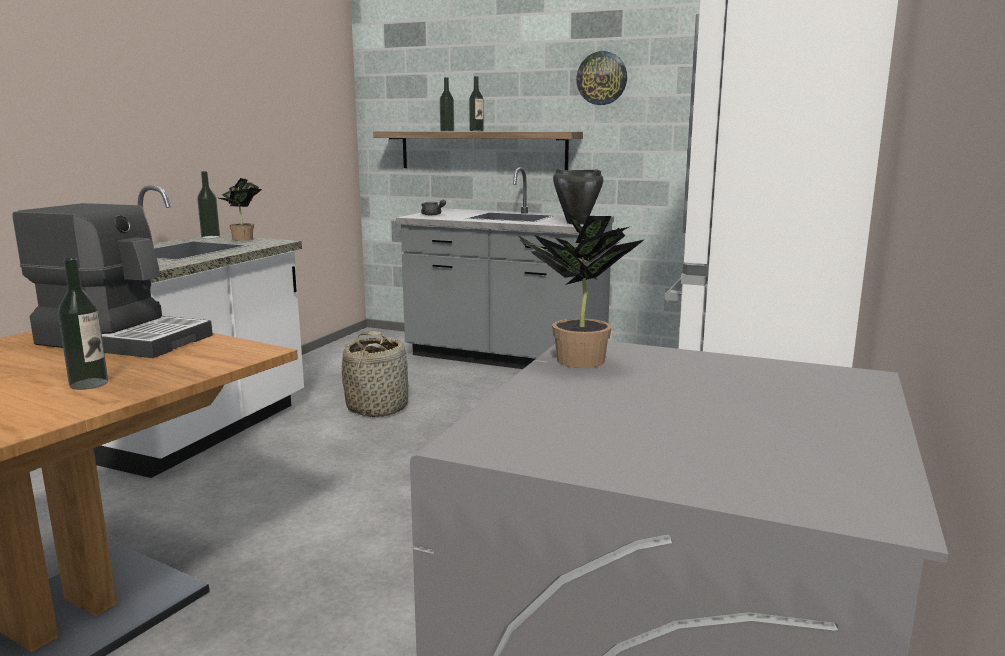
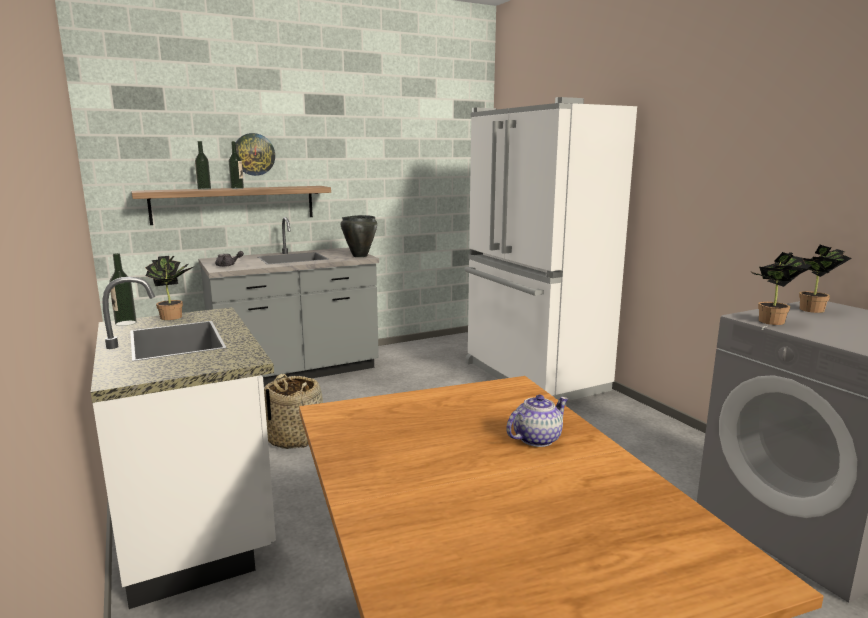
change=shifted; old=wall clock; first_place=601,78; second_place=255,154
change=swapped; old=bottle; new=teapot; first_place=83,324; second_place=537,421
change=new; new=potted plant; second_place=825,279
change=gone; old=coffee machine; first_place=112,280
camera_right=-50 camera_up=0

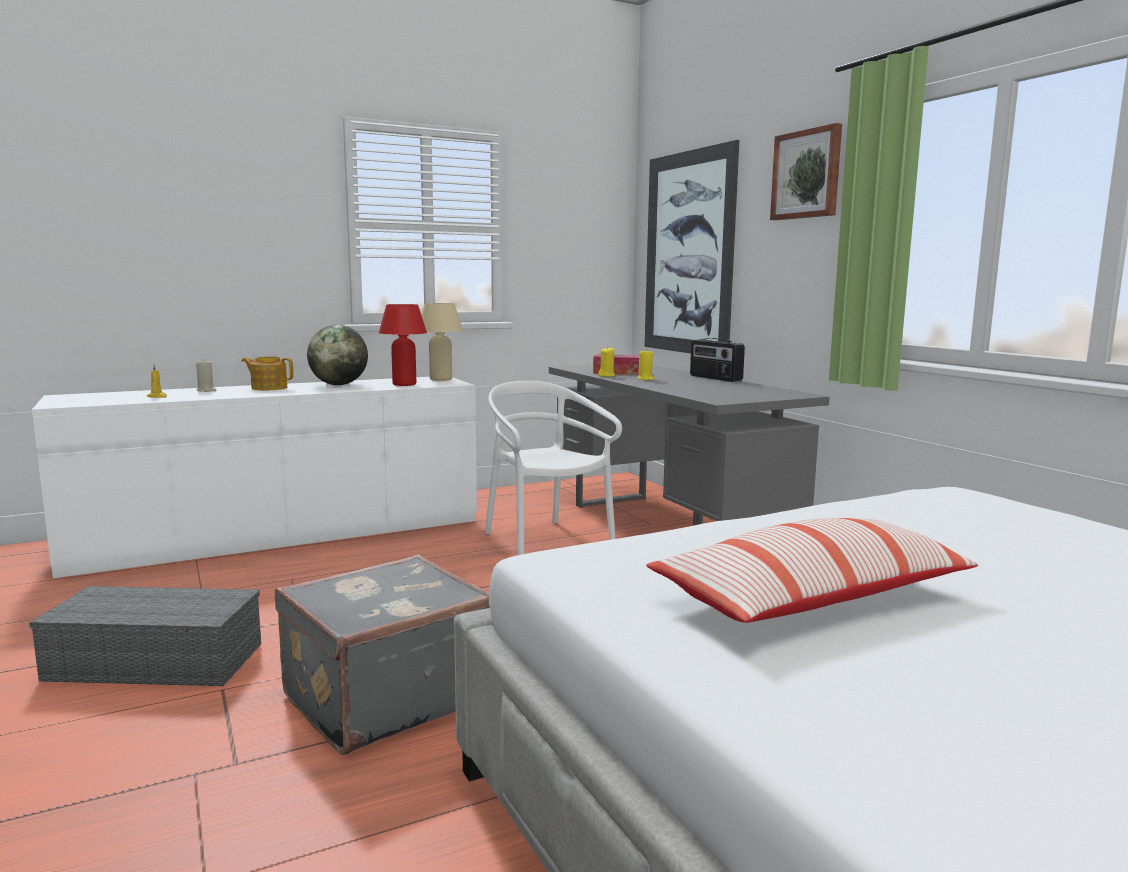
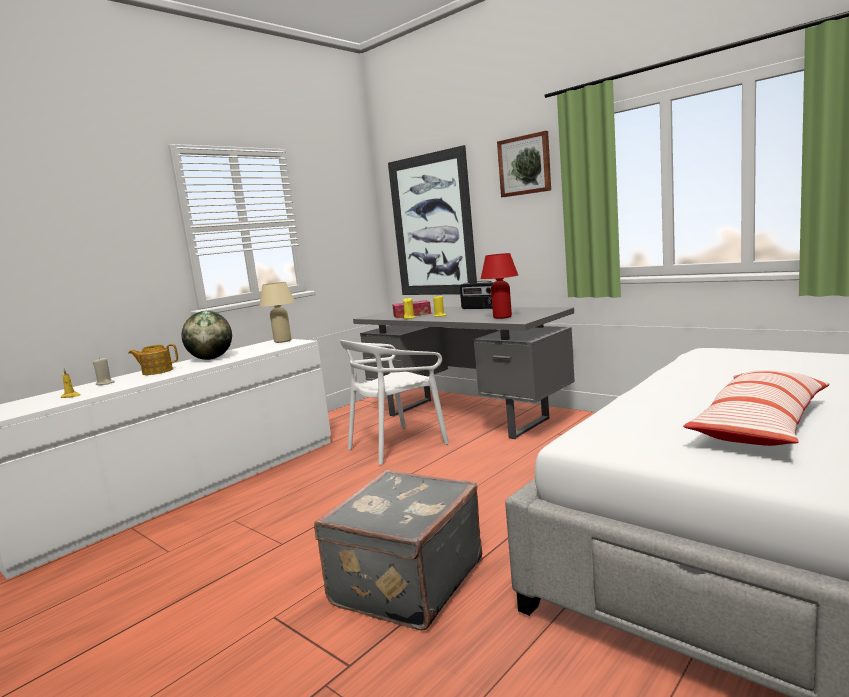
change=rotated; old=white chair; first_place=553,468; second_place=394,402; degrees=-75
change=shifted; old=red table lamp; first_place=403,345; second_place=499,286
change=gone; old=grey storage box; first_place=145,636
camera_right=-20 camera_up=0

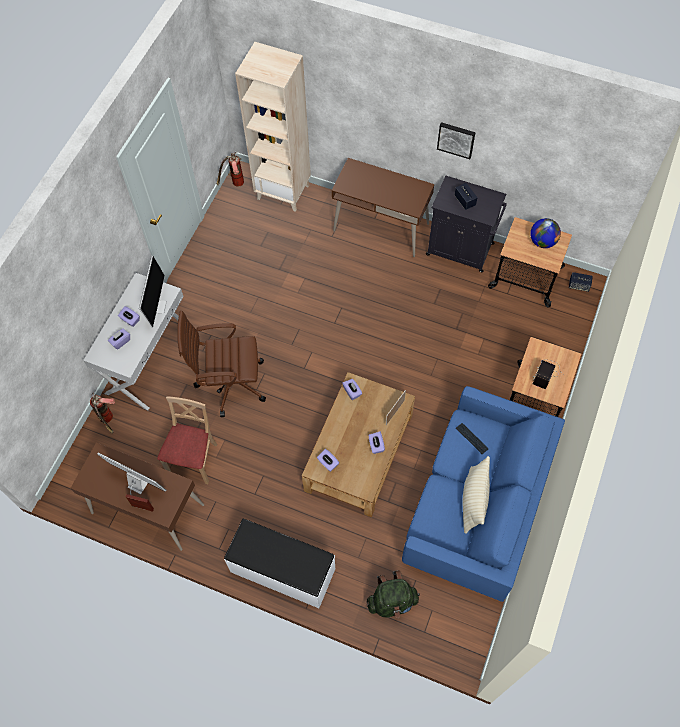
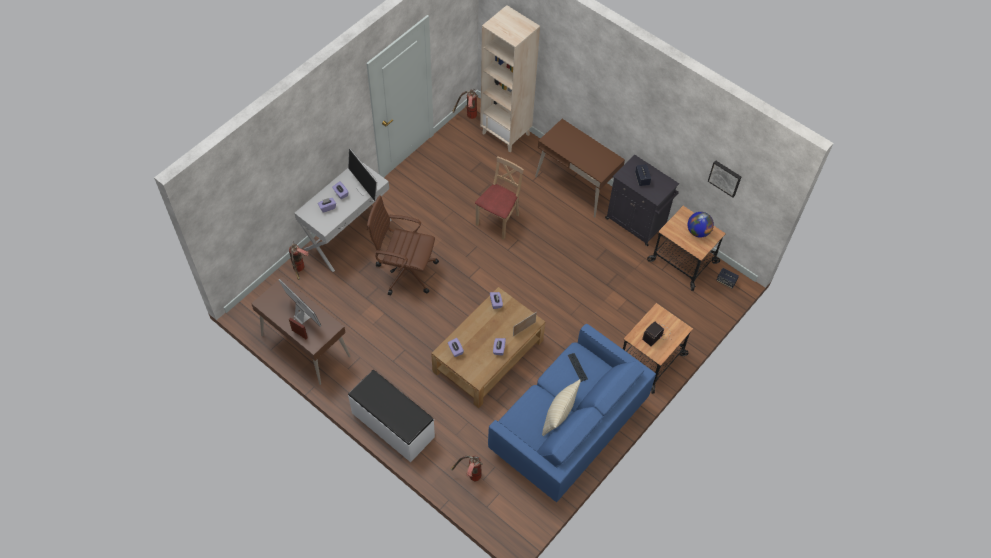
change=rotated; old=monitor; first_place=153,291; second_place=362,174; degrees=120
change=swapped; old=green backpack; new=fire extinguisher; first_place=393,594; second_place=466,468
change=shifted; old=beige chair; first_place=187,440; second_place=499,198
change=shifted; old=picture; first_place=456,140; second_place=724,178
camera_right=15 camera_up=-5

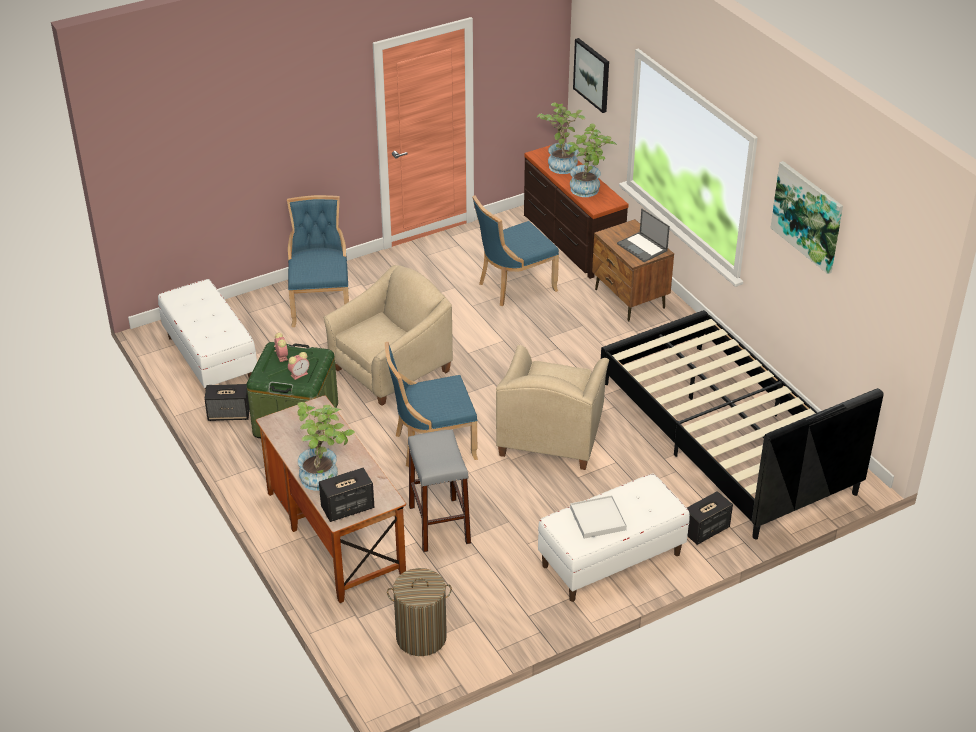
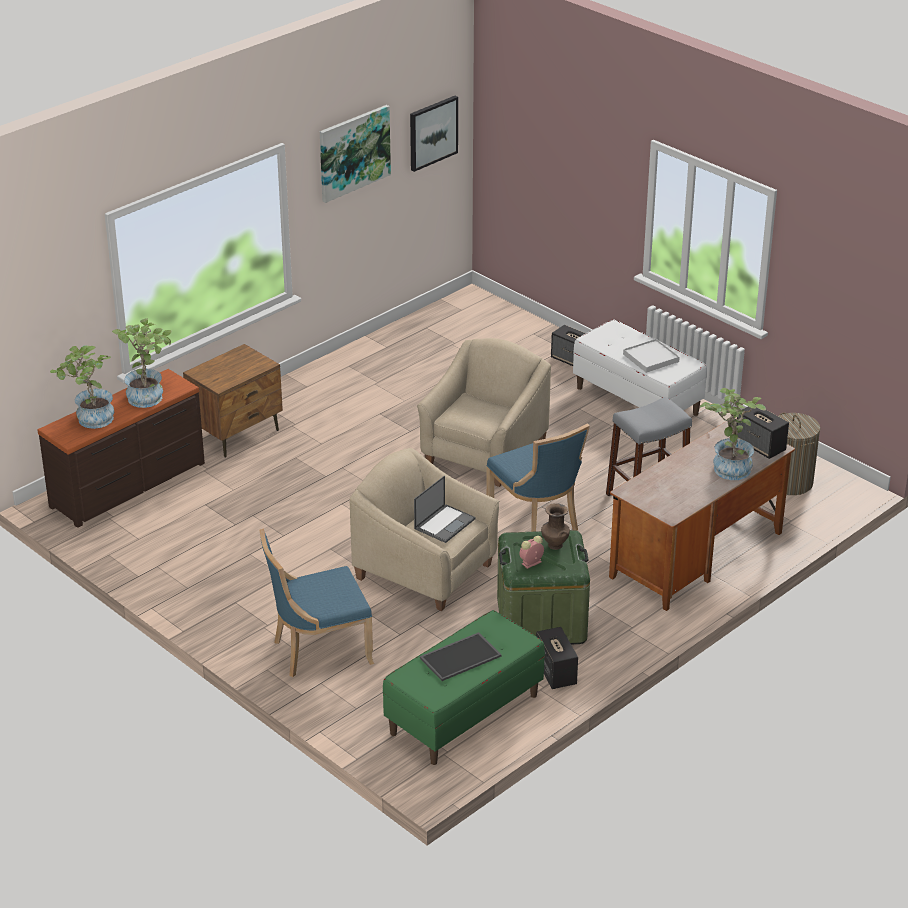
change=repainted; old=white bench; new=green bench; first_place=207,334; second_place=464,687
change=shifted; old=picture; first_place=591,75; second_place=434,134
change=shifted; old=laptop; first_place=643,235; second_place=445,509
change=rotated; old=beige armchair; first_place=552,407; second_place=484,412; degrees=-60
change=new; new=tray; second_place=461,656
change=swapped; old=alarm clock; new=brown vase; first_place=298,366; second_place=555,526
change=gone; old=blue chair; first_place=515,250
change=gone; old=black bed; first_place=742,425
camera_right=-105 camera_up=-5

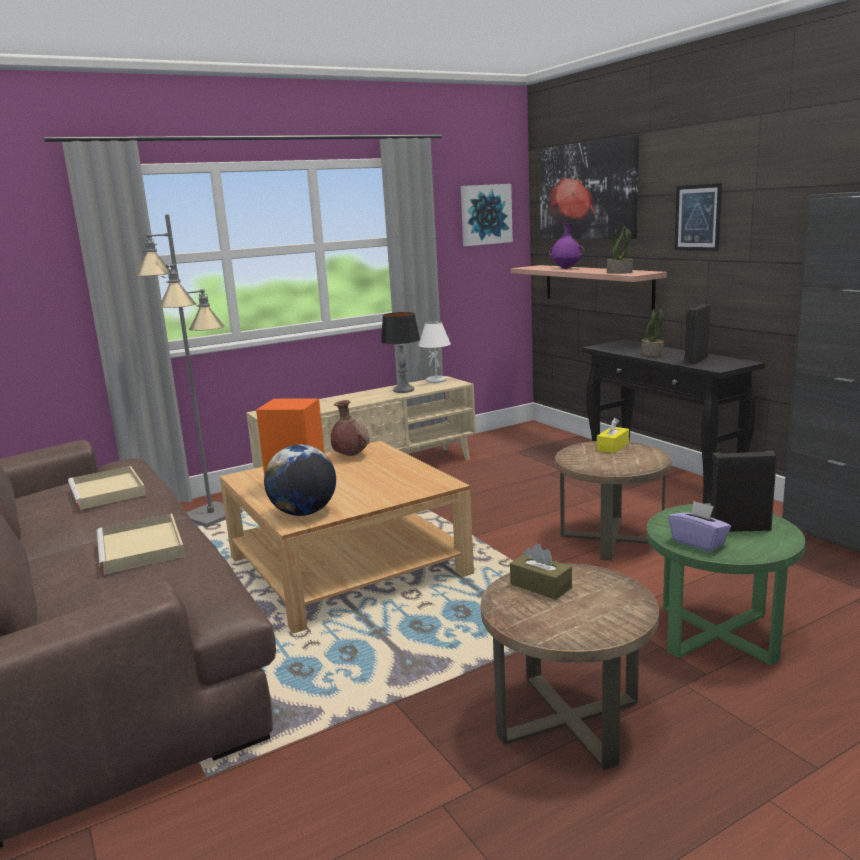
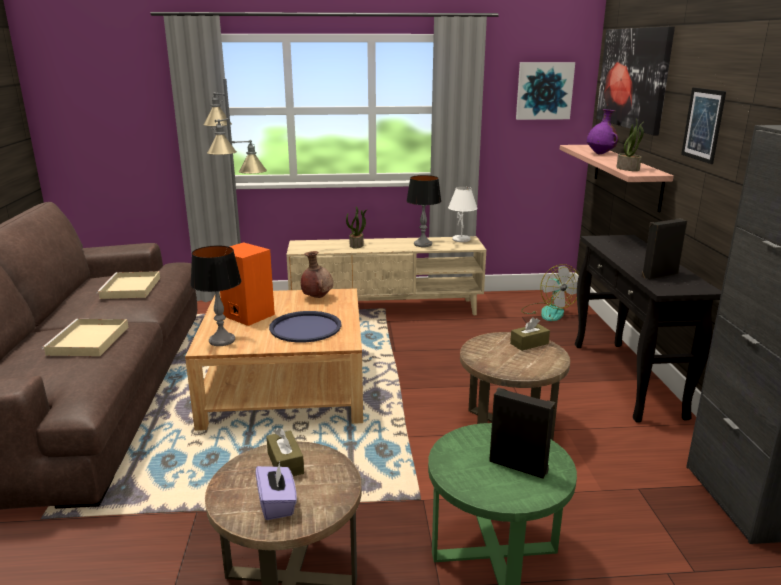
change=swapped; old=globe; new=table lamp; first_place=300,480; second_place=215,295
change=shifted; old=purple tissue box; first_place=699,526; second_place=276,491
change=new; new=blue tray; second_place=305,326
change=shifted; old=potted plant; first_place=653,330; second_place=356,227
change=repainted; old=yellow tissue box; new=brown tissue box; first_place=613,435; second_place=530,334
change=new; new=fan; second_place=550,292
camera_right=25 camera_up=5

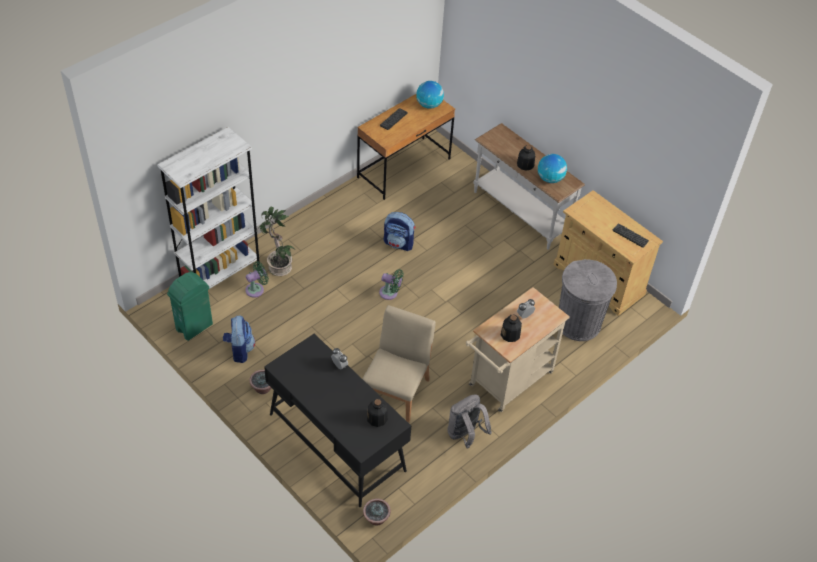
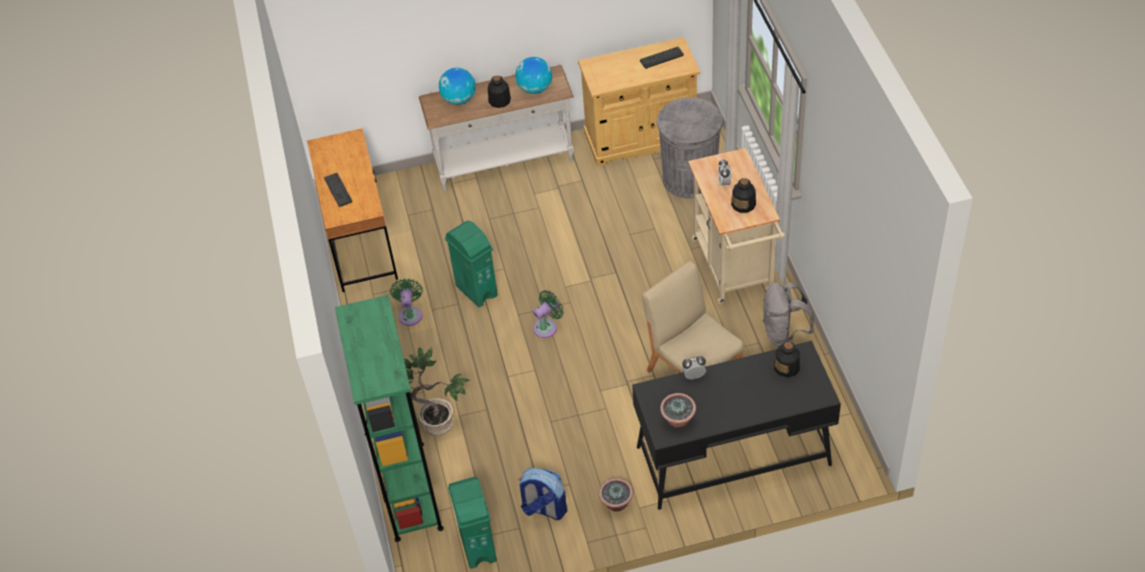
change=repainted; old=white bookcase; new=green bookcase; first_place=208,208; second_place=389,418
change=shifted; old=green fan; first_place=257,280; second_place=406,302
change=shifted; old=globe; first_place=430,95; second_place=457,86
change=swapped; old=backpack; new=green trash can; first_place=399,231; second_place=471,264
change=shifted; old=potted plant; first_place=377,512; second_place=678,410
camera_right=-55 camera_up=0

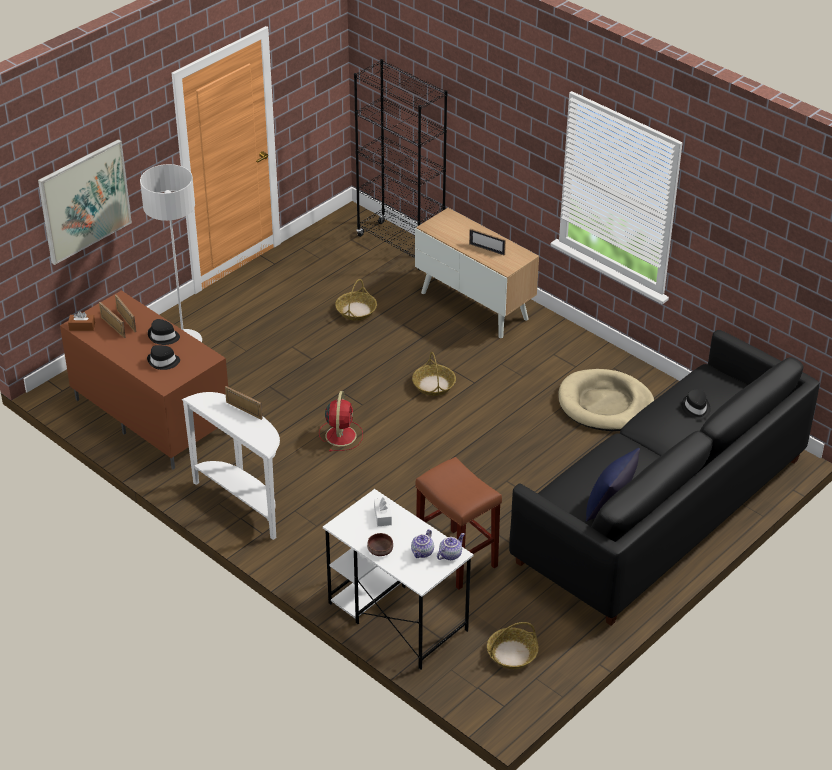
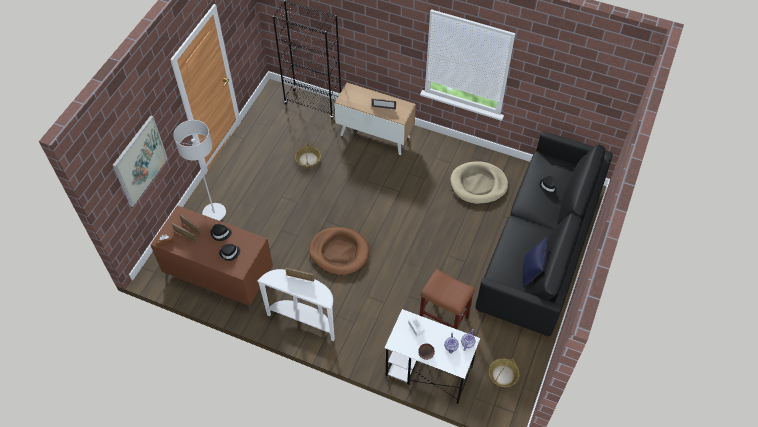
change=swapped; old=red fan; new=brown dog bed; first_place=341,421; second_place=339,251
change=gone; old=basket; first_place=434,374
camera_right=-20 camera_up=15

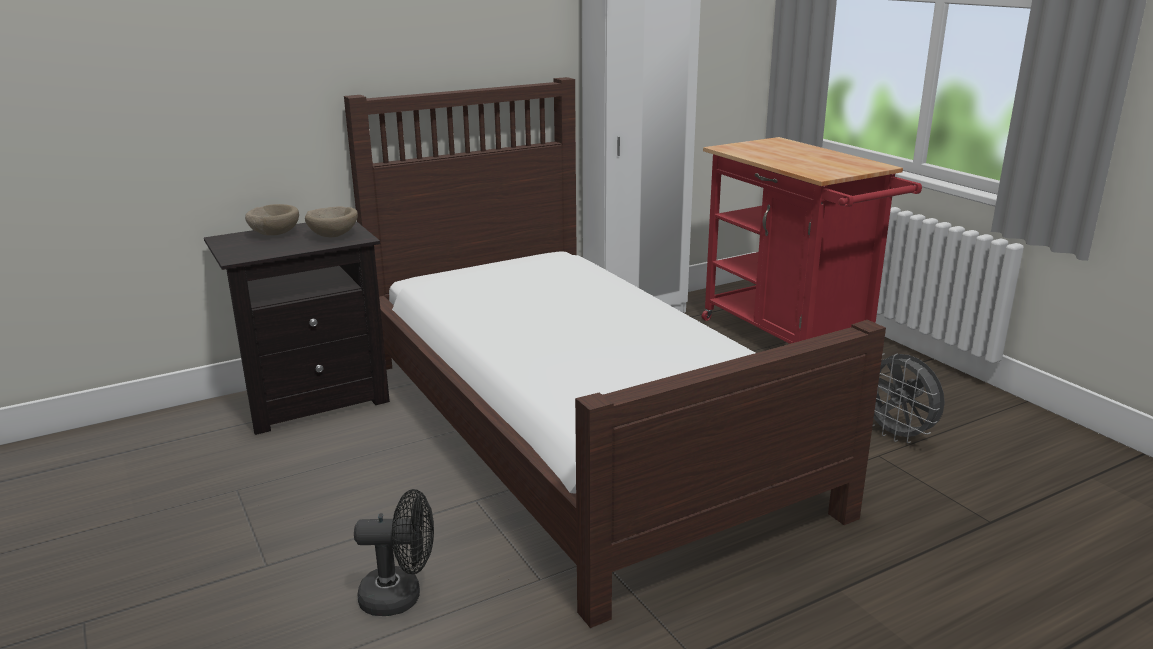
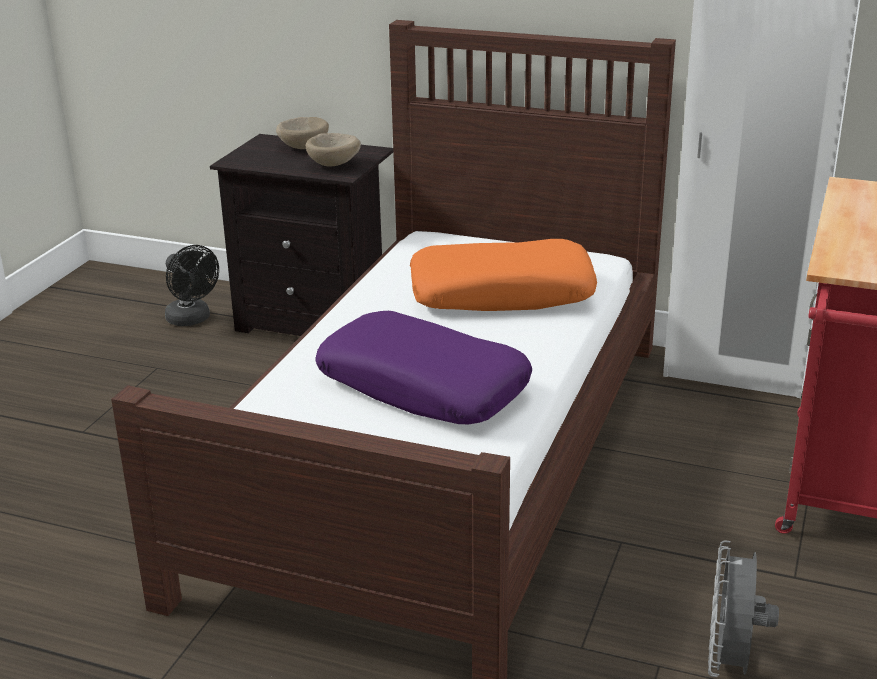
change=shifted; old=black fan; first_place=394,552; second_place=192,285
change=new; new=purple pillow; second_place=424,367
change=new; new=orange pillow; second_place=503,275
camera_right=50 camera_up=5

